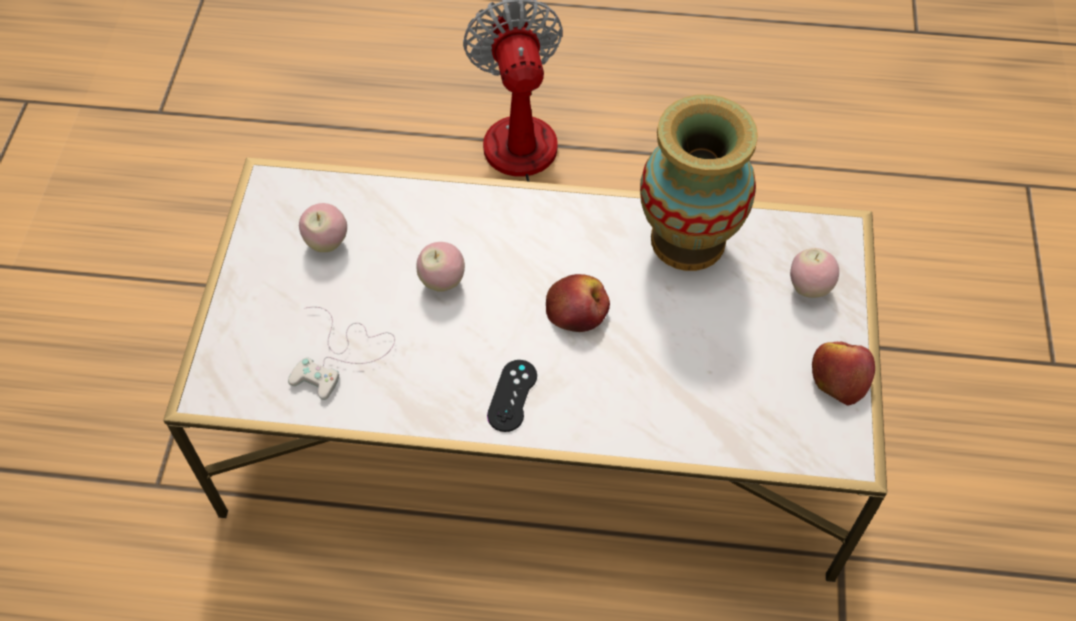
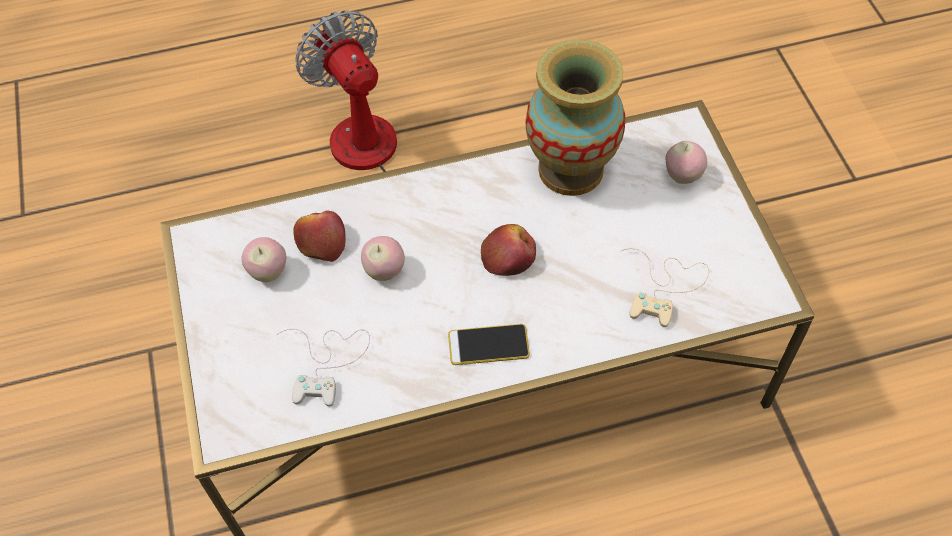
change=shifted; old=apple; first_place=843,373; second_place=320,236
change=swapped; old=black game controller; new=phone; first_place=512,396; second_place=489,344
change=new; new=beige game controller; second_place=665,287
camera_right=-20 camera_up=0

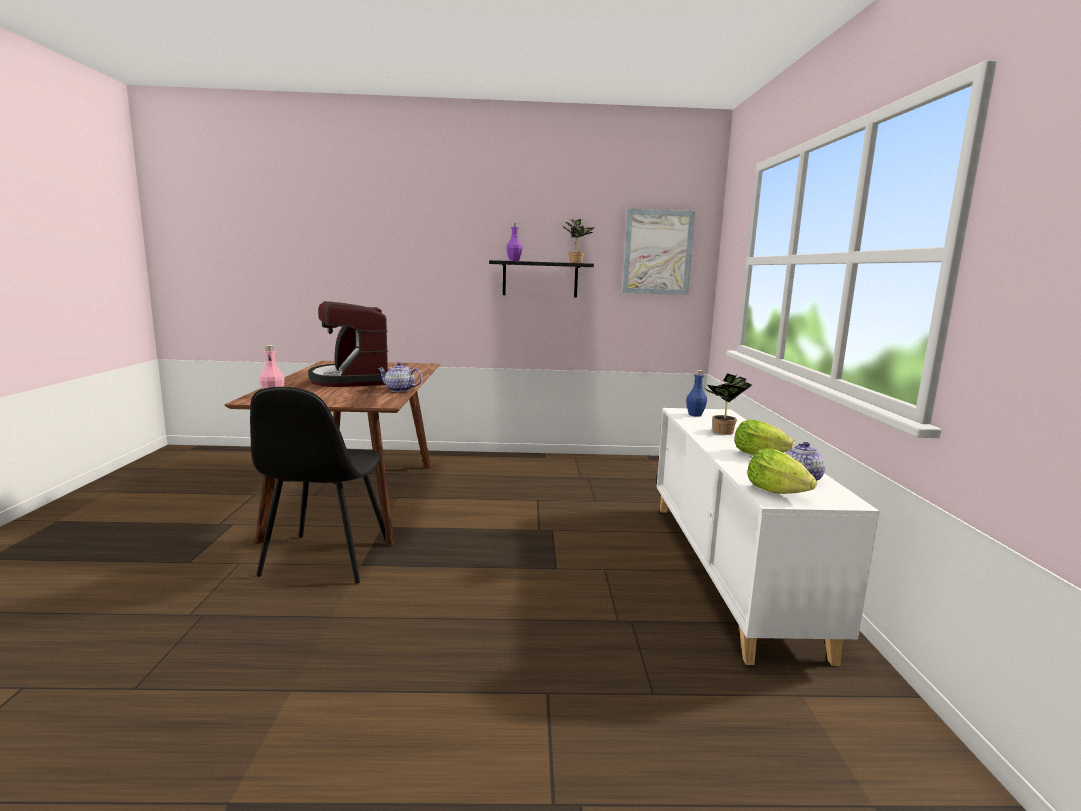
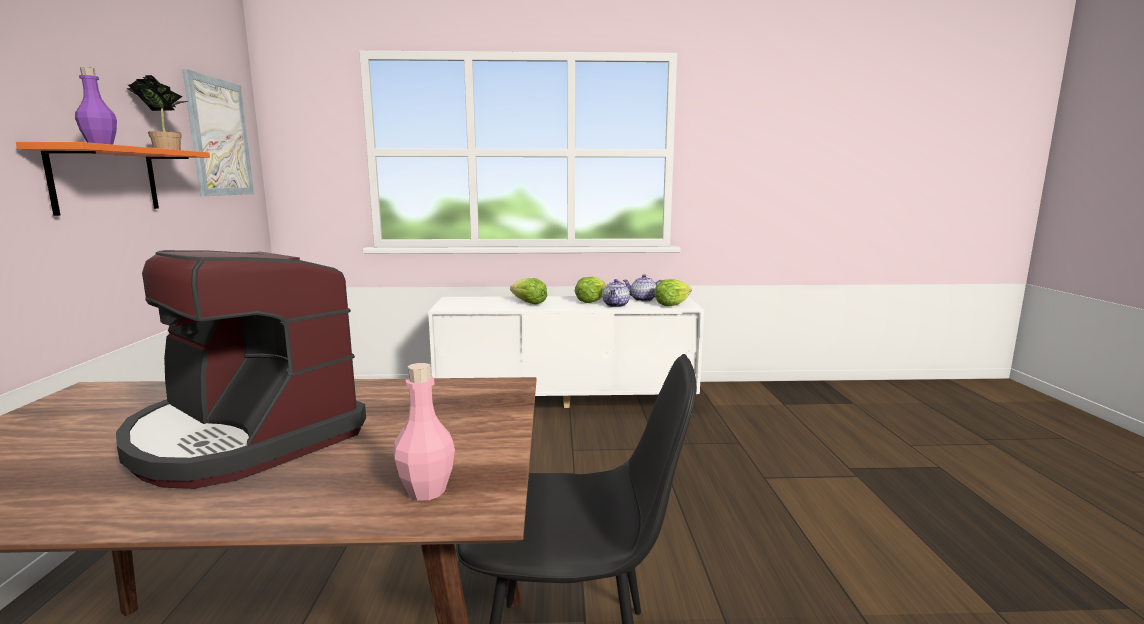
change=repainted; old=black shelf; new=orange shelf; first_place=541,279; second_place=113,179
change=rotated; old=coffee machine; first_place=348,344; second_place=241,369; degrees=60
change=swapped; old=potted plant; new=lettuce; first_place=728,404; second_place=528,291
change=shifted; old=teapot; first_place=400,377; second_place=616,293
change=gone; old=blue bottle; first_place=696,393
camera_right=-90 camera_up=0

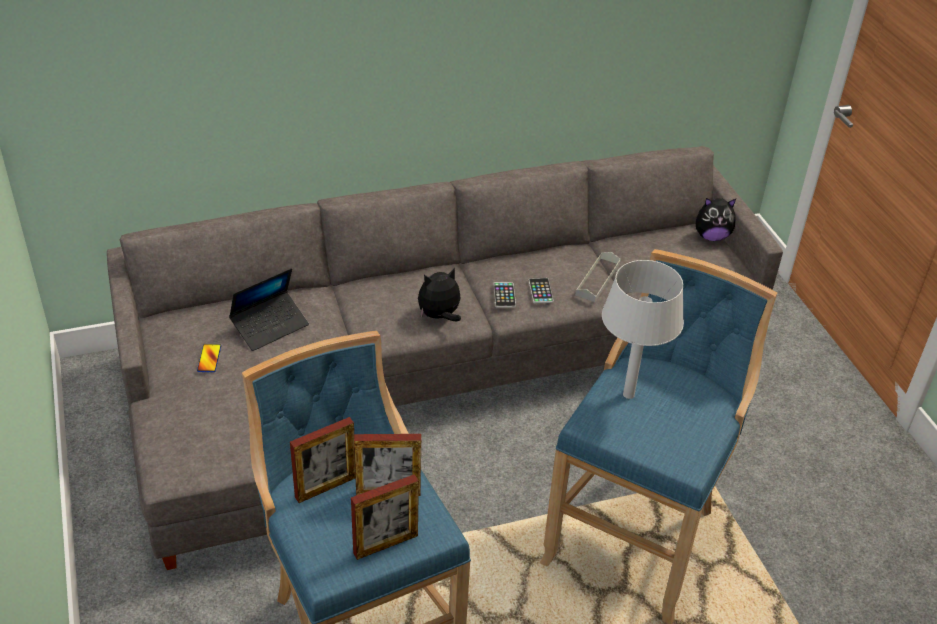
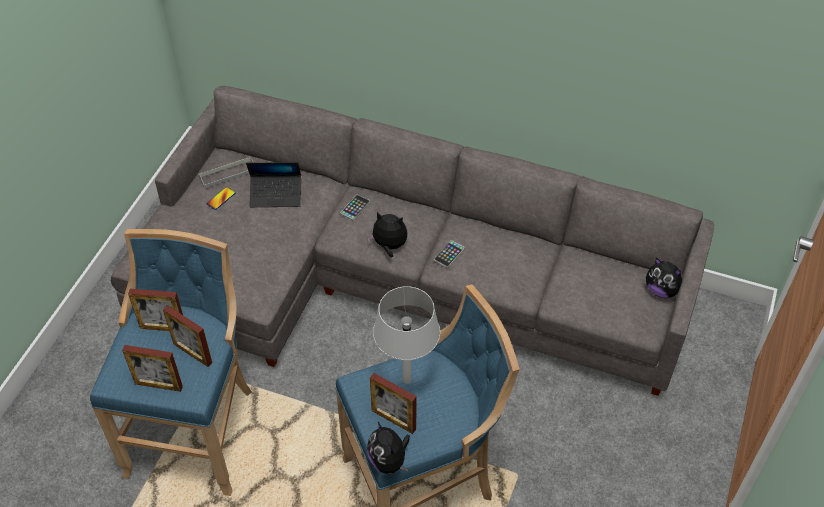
change=shifted; old=grey tray; first_place=597,277; second_place=226,173
change=shifted; old=phone; first_place=541,290; second_place=355,207
change=new; new=plush toy; second_place=388,448
change=new; new=picture frame; second_place=393,403
camera_right=40 camera_up=10

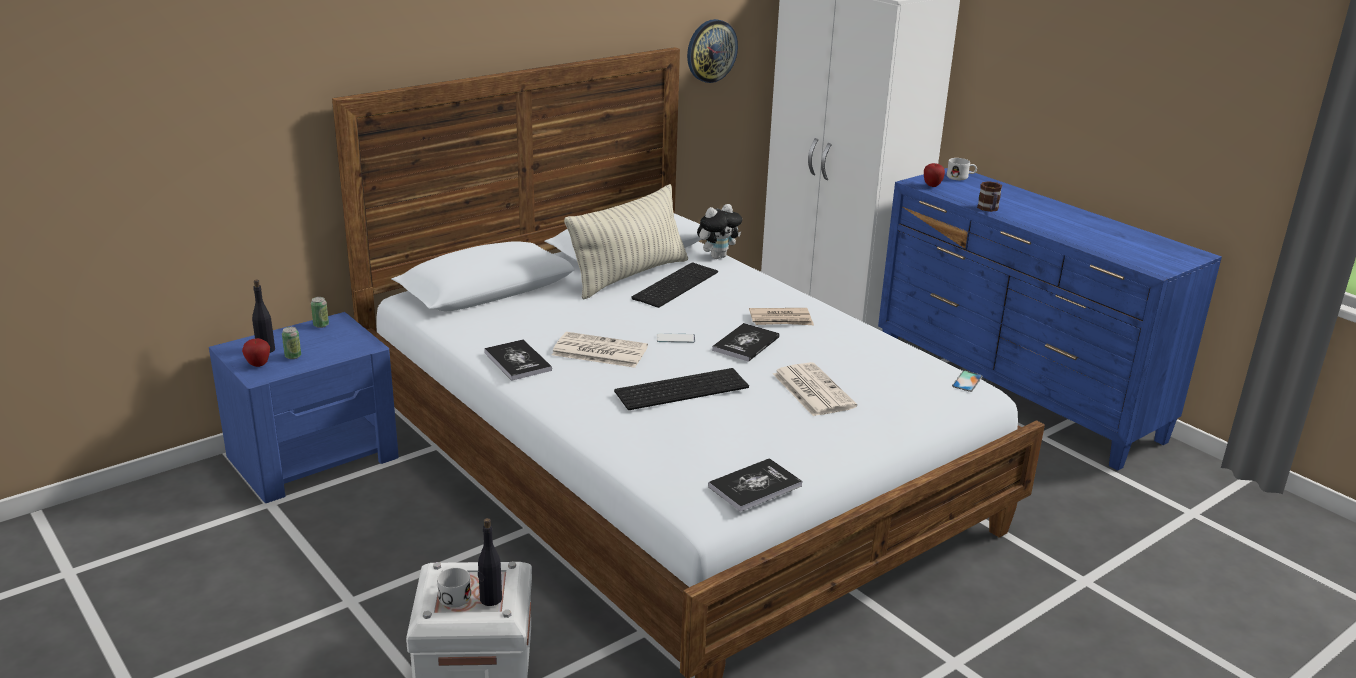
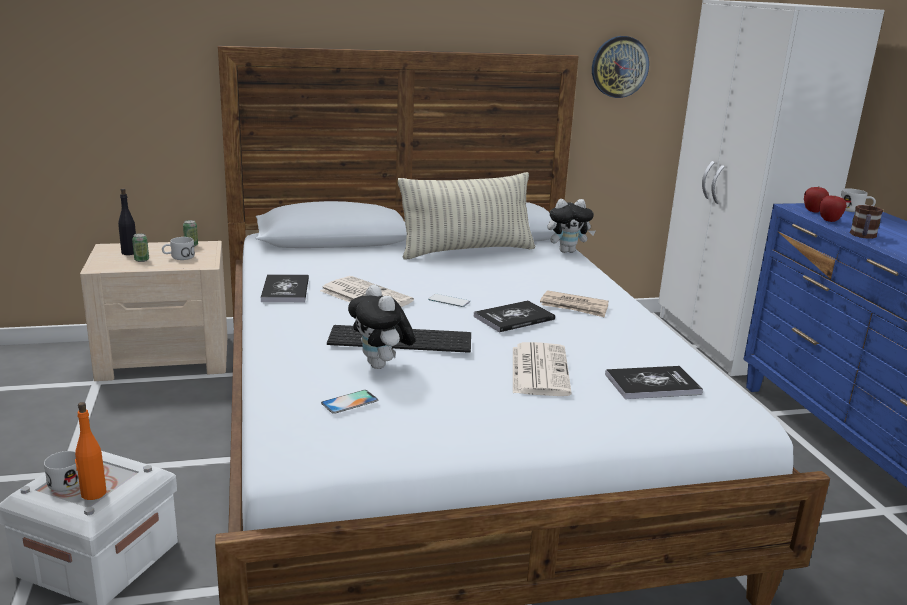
change=repainted; old=black bottle; new=orange bottle; first_place=490,562; second_place=91,451
change=repainted; old=blue nightstand; new=beige nightstand; first_place=304,407; second_place=153,311
change=new; new=white mug; second_place=178,248
change=shifted; old=phone; first_place=967,381; second_place=349,402
change=new; new=plush toy; second_place=381,326
change=shifted; old=book; first_place=755,485; second_place=654,382
change=shifted; old=apple; first_place=256,352; second_place=833,209
change=gone; old=keyboard; first_place=675,285
camera_right=25 camera_up=-5

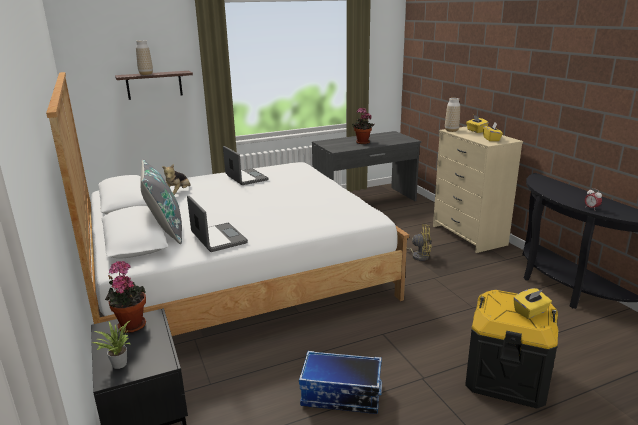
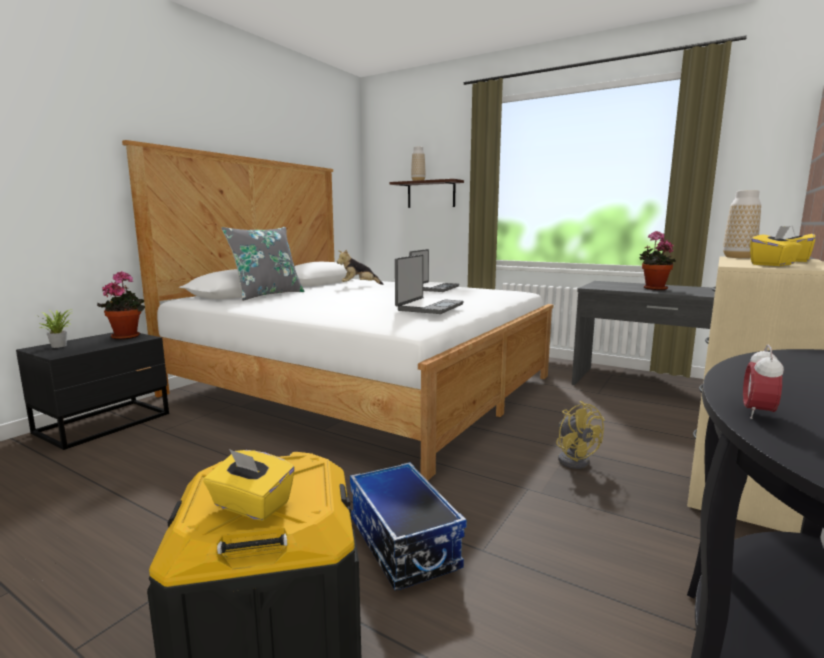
change=shifted; old=storage box; first_place=340,382; second_place=408,526
change=shifted; old=laptop; first_place=217,224; second_place=429,284
camera_right=55 camera_up=-10

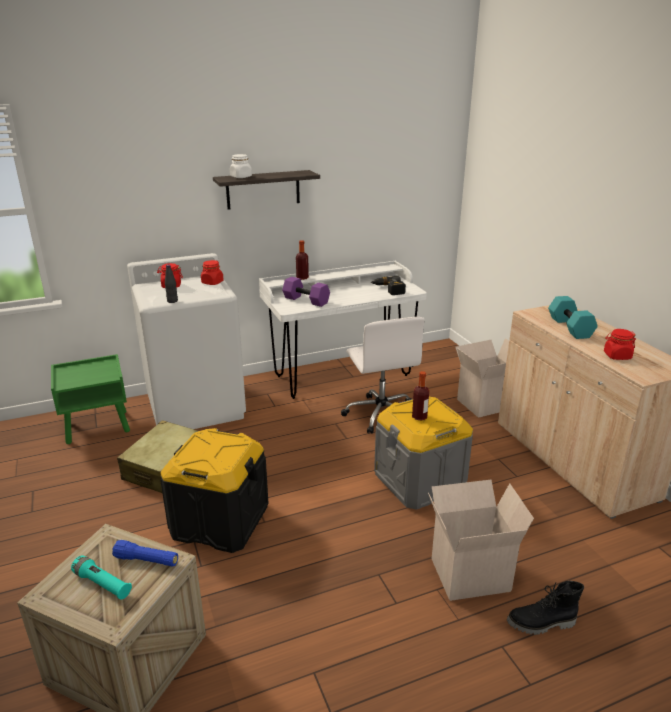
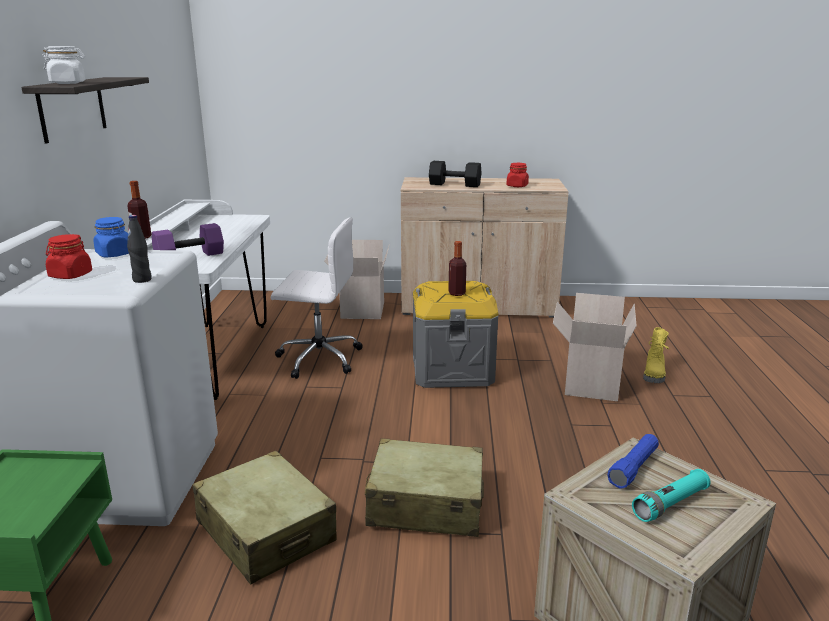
change=repainted; old=red jar; new=blue jar; first_place=212,272; second_place=111,237
change=swapped; old=black storage box; new=beige suitcase; first_place=214,490; second_place=424,487
change=repainted; old=turquoise dumbbell; new=black dumbbell; first_place=573,317; second_place=455,174
change=repainted; old=black boot; new=yellow boot; first_place=545,608; second_place=656,355
change=gone; old=power drill; first_place=388,285
camera_right=-65 camera_up=-5

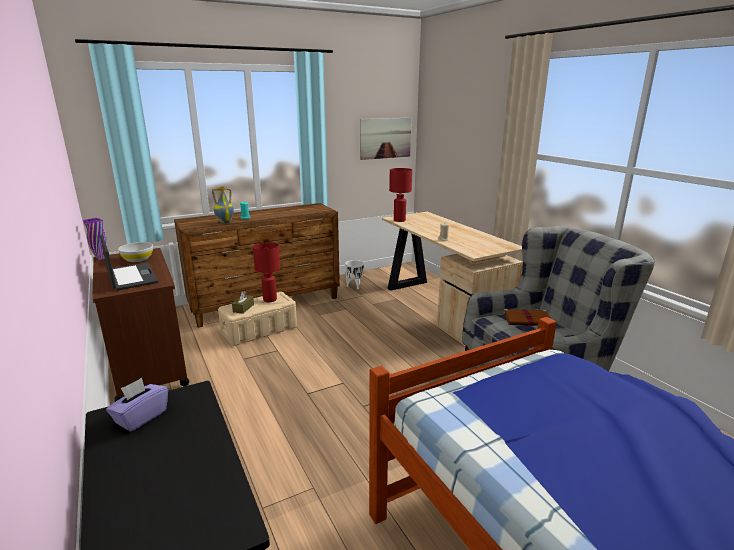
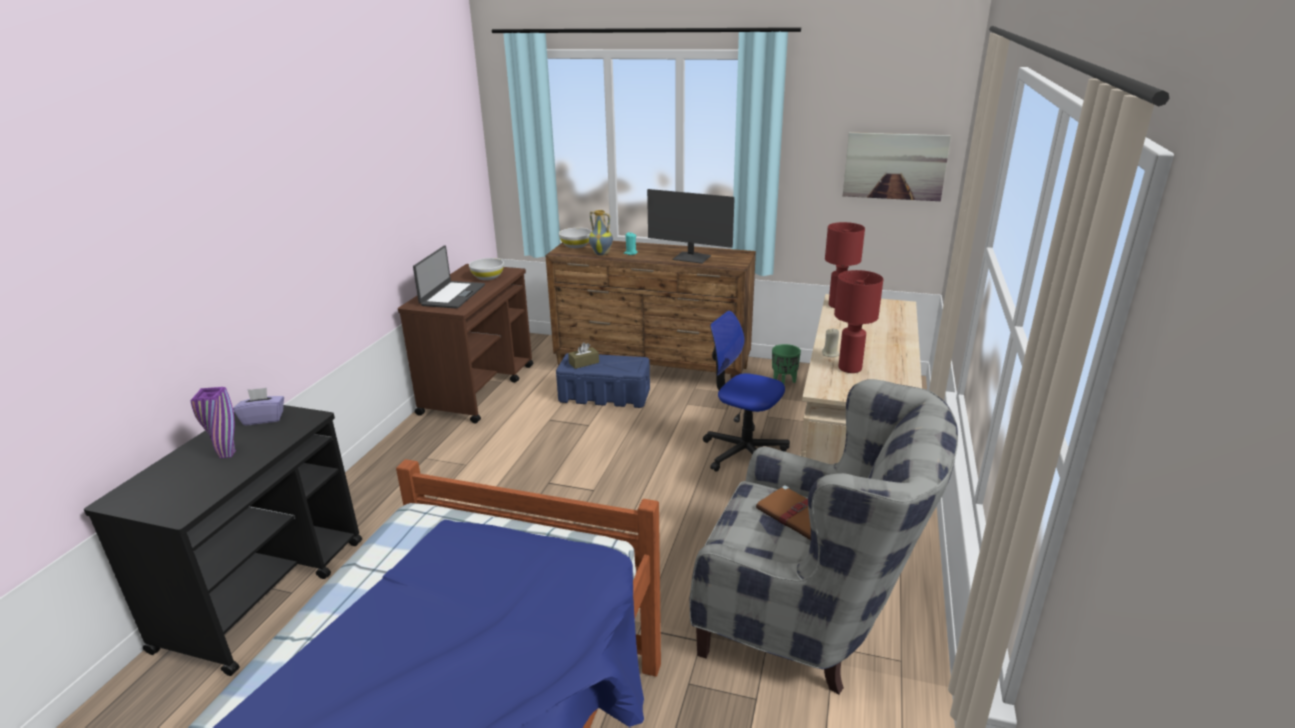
change=shifted; old=purple vase; first_place=95,239; second_place=213,422
change=repainted; old=beige storage box; new=blue storage box; first_place=257,319; second_place=603,380
change=new; new=white bowl; second_place=575,238
change=new; new=monitor; second_place=691,226
change=new; new=office chair; second_place=746,391
change=repainted; old=white planter; new=green planter; first_place=354,274; second_place=786,364
change=shifted; old=red table lamp; first_place=266,272; second_place=858,321
camera_right=45 camera_up=5

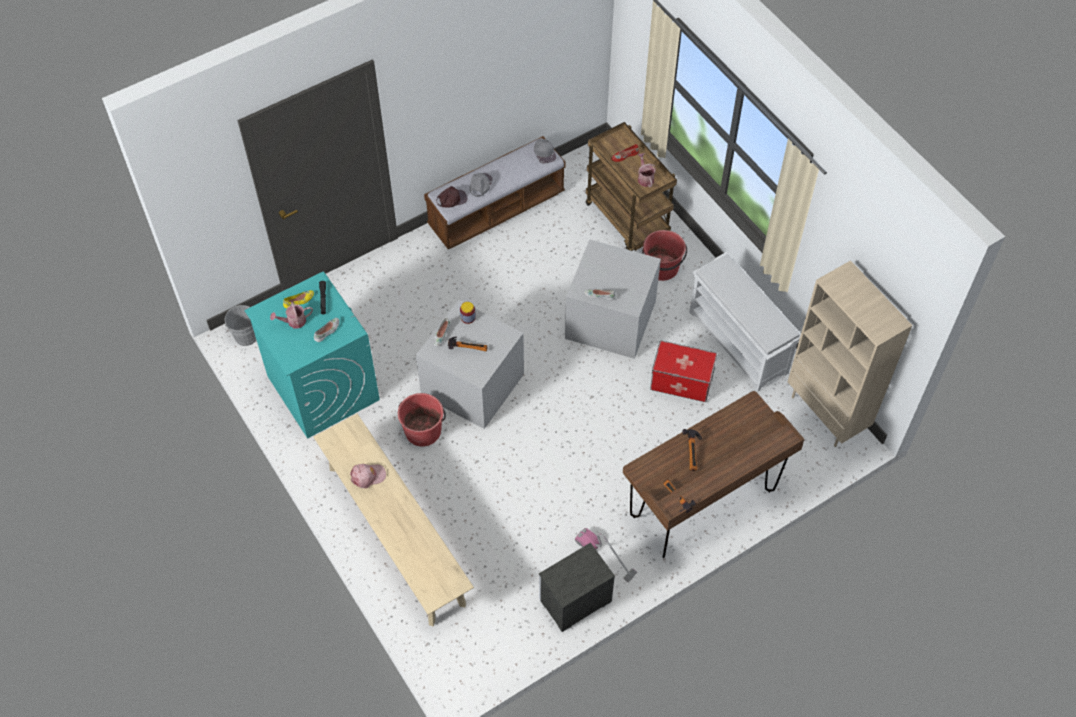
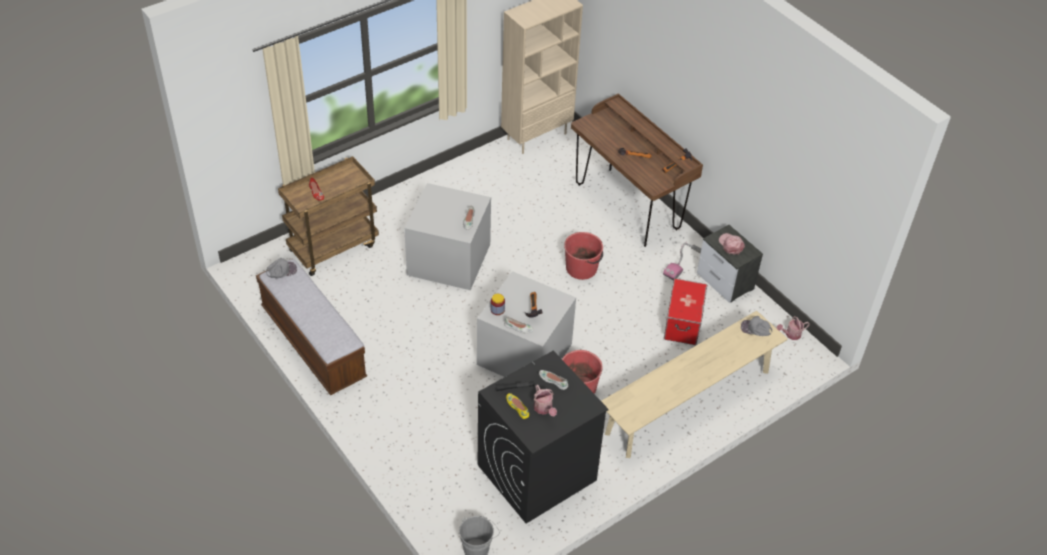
change=repainted; old=turquoise washing machine; new=black washing machine; first_place=312,355; second_place=543,437
change=shifted; old=red bucket; first_place=664,255; second_place=583,256
change=shifted; old=storage box; first_place=683,371; second_place=685,311
change=shifted; old=pink cap; first_place=368,476; second_place=732,244
change=shifted; old=grey cap; first_place=481,185; second_place=756,326
change=shifted; old=watering can; first_place=647,170; second_place=793,328
change=gone; old=brown cap; first_place=452,197
change=gone; old=white shoe rack; first_place=745,321
camera_right=-95 camera_up=-10

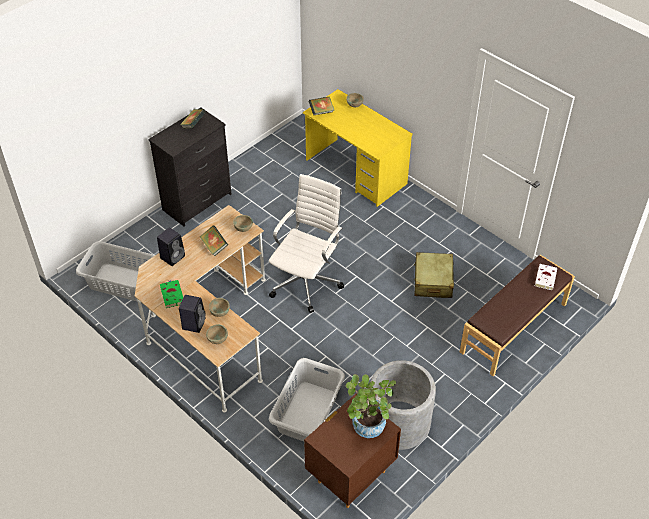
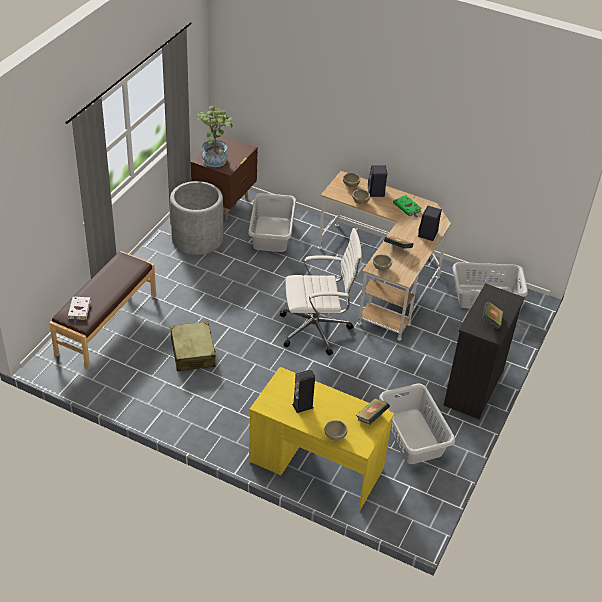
change=rotated; old=white office chair; first_place=306,243; second_place=321,291; degrees=-105
change=new; new=speaker; second_place=303,391
change=new; new=grey laundry basket; second_place=417,424
camera_right=160 camera_up=-5

